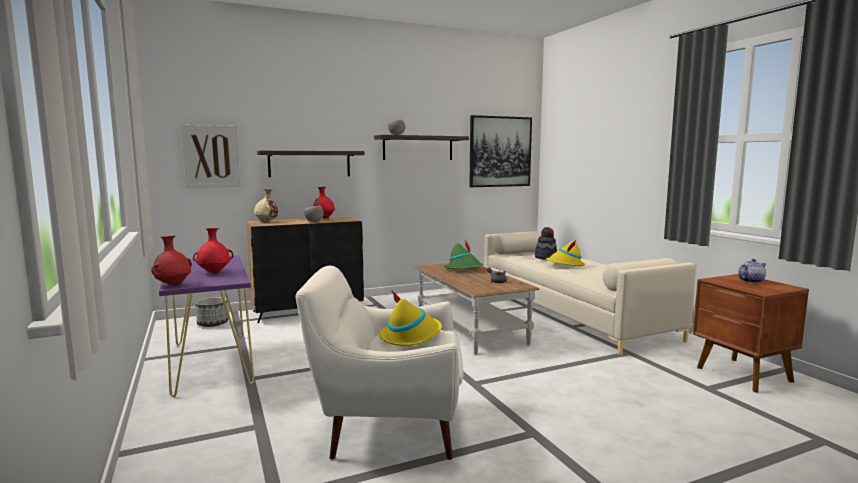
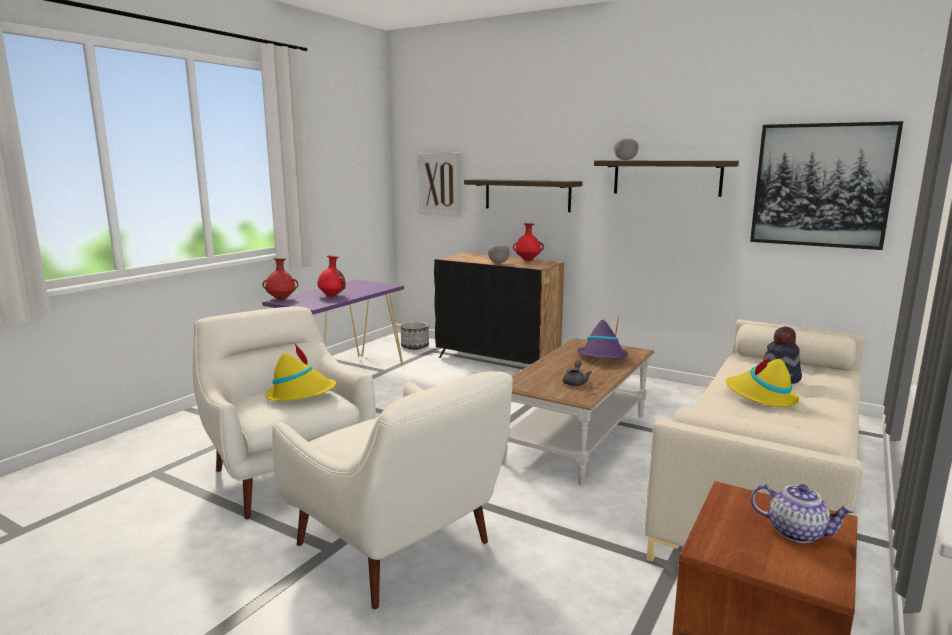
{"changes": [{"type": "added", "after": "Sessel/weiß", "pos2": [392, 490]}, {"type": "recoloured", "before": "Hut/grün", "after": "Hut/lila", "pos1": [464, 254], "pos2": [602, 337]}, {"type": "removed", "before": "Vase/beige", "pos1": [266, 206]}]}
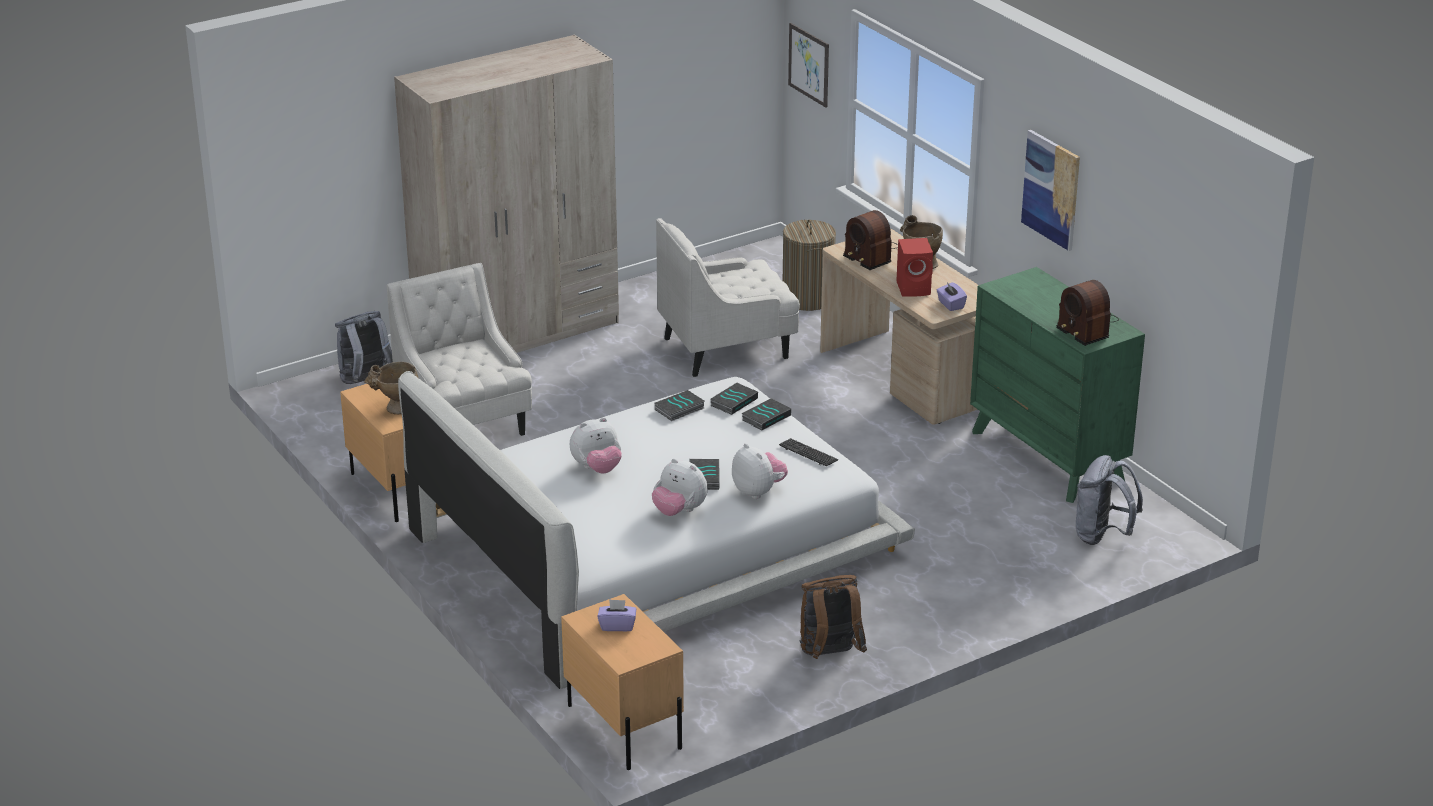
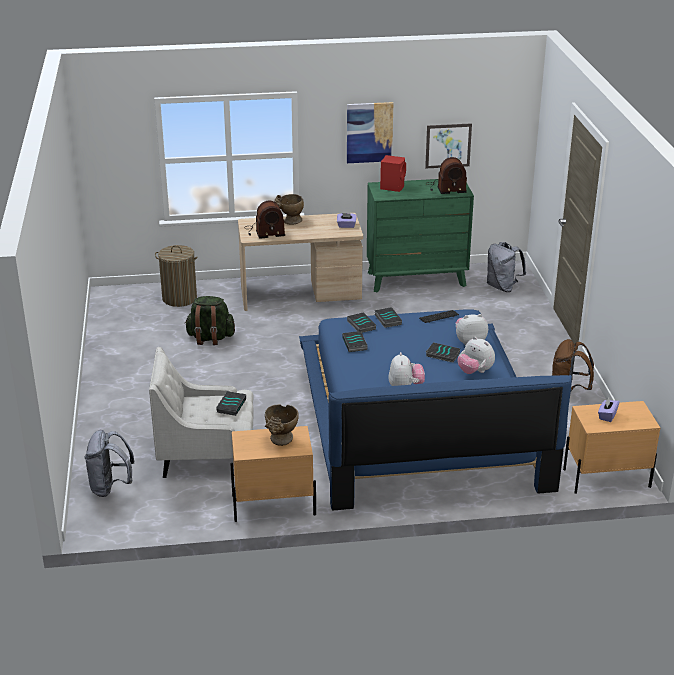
{"changes": [{"type": "replaced", "before": "Sessel/weiß", "after": "Rucksack/grün", "pos1": [728, 297], "pos2": [209, 320]}, {"type": "added", "after": "Buch", "pos2": [231, 403]}, {"type": "recoloured", "before": "Bett/weiß", "after": "Bett/blau", "pos1": [656, 530], "pos2": [435, 410]}, {"type": "moved", "before": "Lautsprecher/rot", "pos1": [914, 267], "pos2": [393, 173]}, {"type": "moved", "before": "Bild", "pos1": [808, 65], "pos2": [448, 145]}, {"type": "turned", "before": "Plüschtier", "pos1": [679, 487], "pos2": [476, 355], "turn": 75}, {"type": "removed", "before": "Kleiderschrank/beige", "pos1": [506, 194]}]}
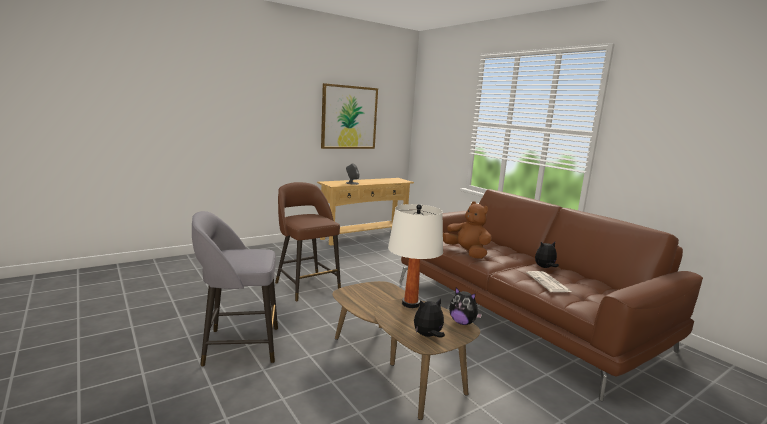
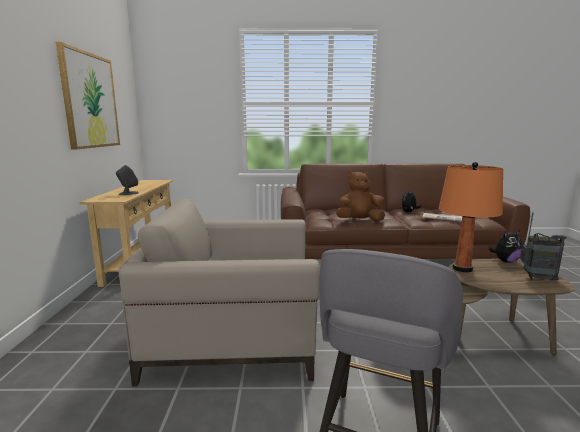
{"changes": [{"type": "replaced", "before": "Hocker/braun", "after": "Sessel/beige", "pos1": [308, 241], "pos2": [219, 293]}, {"type": "recoloured", "before": "Tischlampe/weiß", "after": "Tischlampe/orange", "pos1": [415, 256], "pos2": [471, 217]}, {"type": "replaced", "before": "Plüschtier", "after": "Radio", "pos1": [429, 318], "pos2": [543, 246]}]}
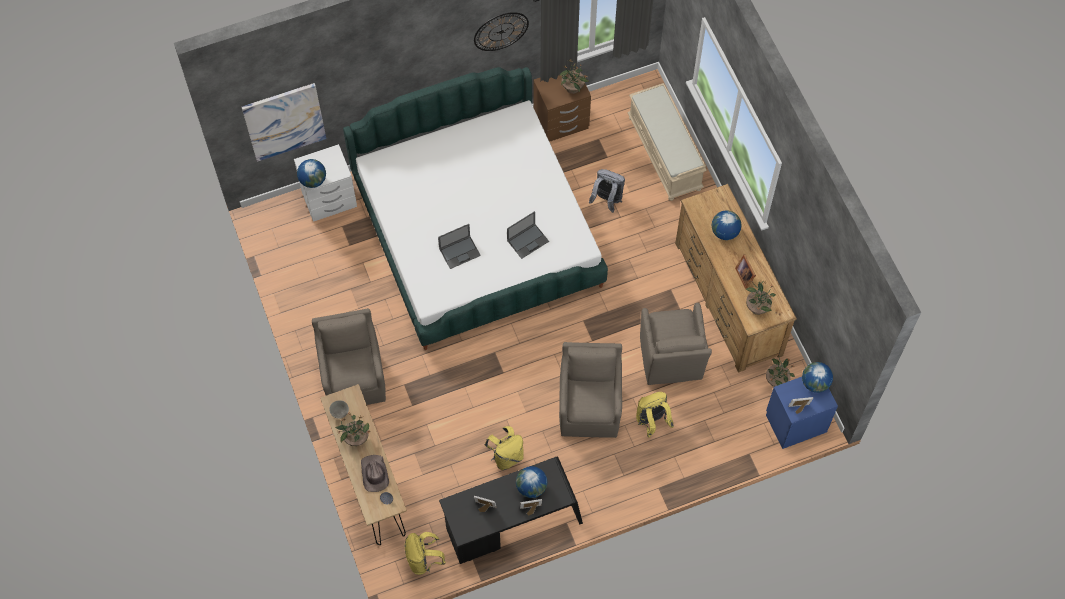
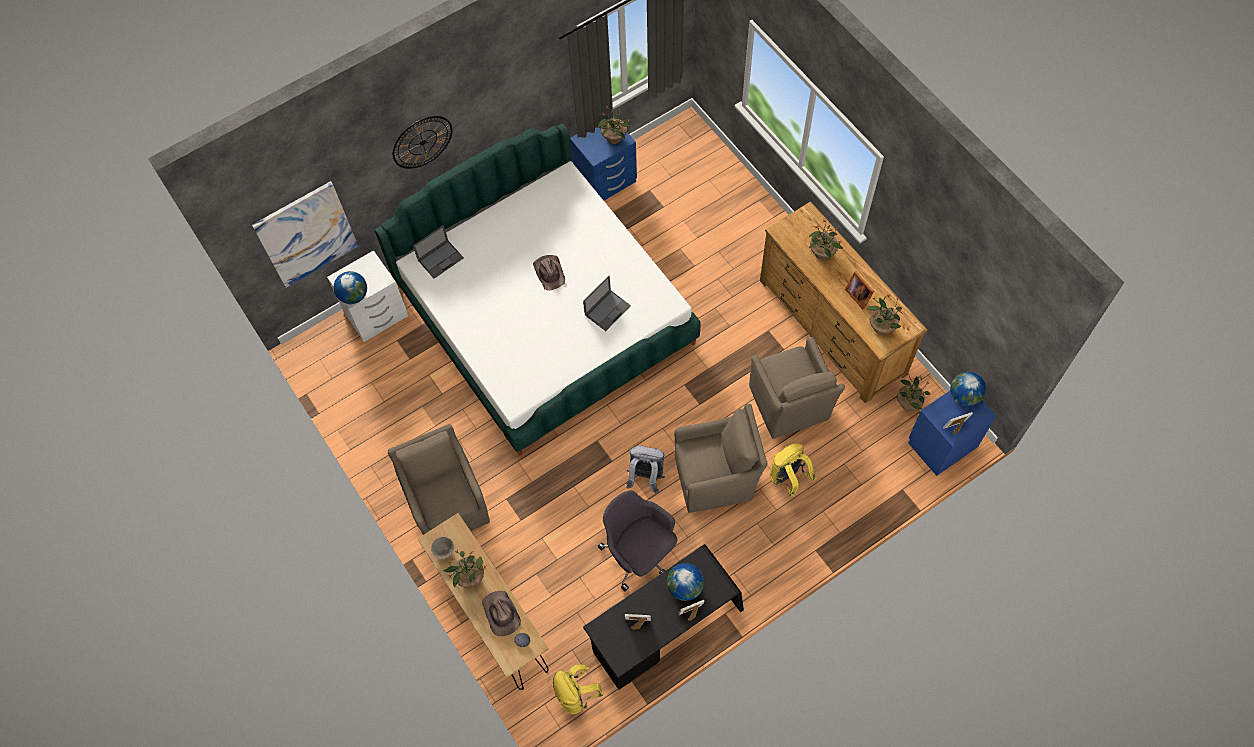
{"changes": [{"type": "moved", "before": "Wanduhr", "pos1": [501, 31], "pos2": [423, 142]}, {"type": "moved", "before": "Laptop", "pos1": [459, 246], "pos2": [438, 252]}, {"type": "added", "after": "Hut/braun", "pos2": [549, 272]}, {"type": "recoloured", "before": "Nachttisch/braun", "after": "Nachttisch/blau", "pos1": [562, 105], "pos2": [603, 158]}, {"type": "replaced", "before": "Rucksack/gelb", "after": "Bürostuhl/grau", "pos1": [504, 448], "pos2": [638, 540]}, {"type": "moved", "before": "Rucksack/grau", "pos1": [607, 191], "pos2": [645, 469]}, {"type": "turned", "before": "Sessel/braun", "pos1": [590, 390], "pos2": [721, 458], "turn": 90}, {"type": "replaced", "before": "Globus", "after": "Topfpflanze", "pos1": [727, 225], "pos2": [826, 239]}, {"type": "removed", "before": "Bank/beige", "pos1": [667, 142]}]}
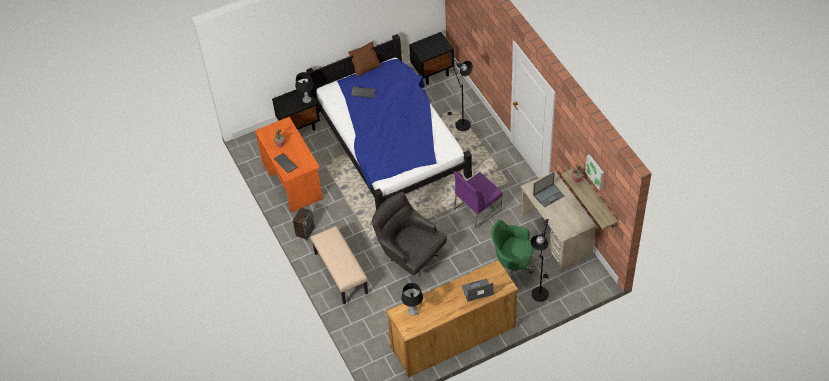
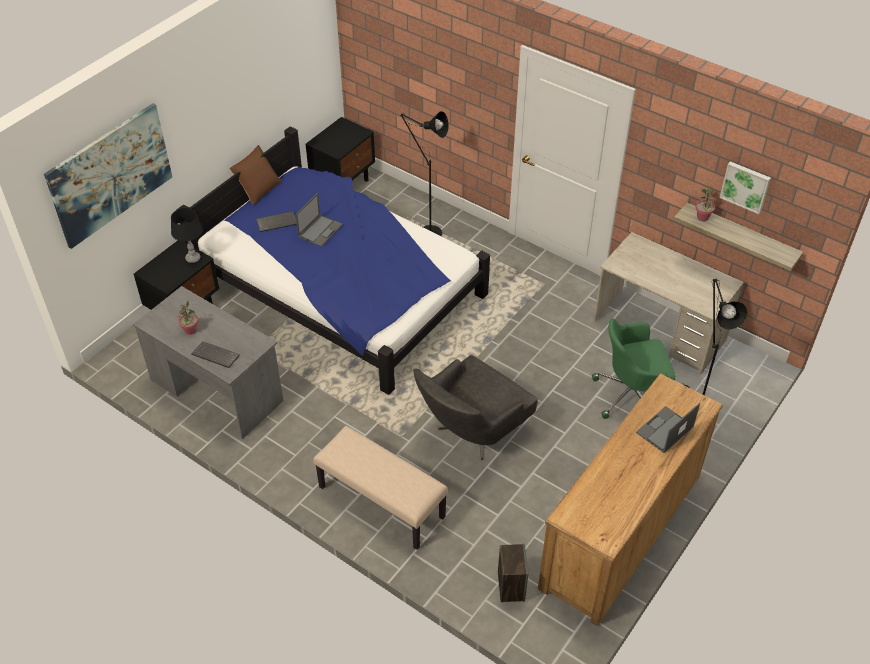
{"changes": [{"type": "added", "after": "Bild", "pos2": [108, 176]}, {"type": "recoloured", "before": "Schreibtisch/orange", "after": "Schreibtisch/grau", "pos1": [288, 164], "pos2": [208, 362]}, {"type": "moved", "before": "Laptop", "pos1": [549, 190], "pos2": [319, 220]}, {"type": "turned", "before": "Sessel/grau", "pos1": [409, 235], "pos2": [475, 407], "turn": -60}, {"type": "moved", "before": "Lautsprecher", "pos1": [304, 223], "pos2": [513, 573]}, {"type": "removed", "before": "Tischlampe/schwarz", "pos1": [412, 299]}, {"type": "removed", "before": "Stuhl/lila", "pos1": [478, 200]}]}
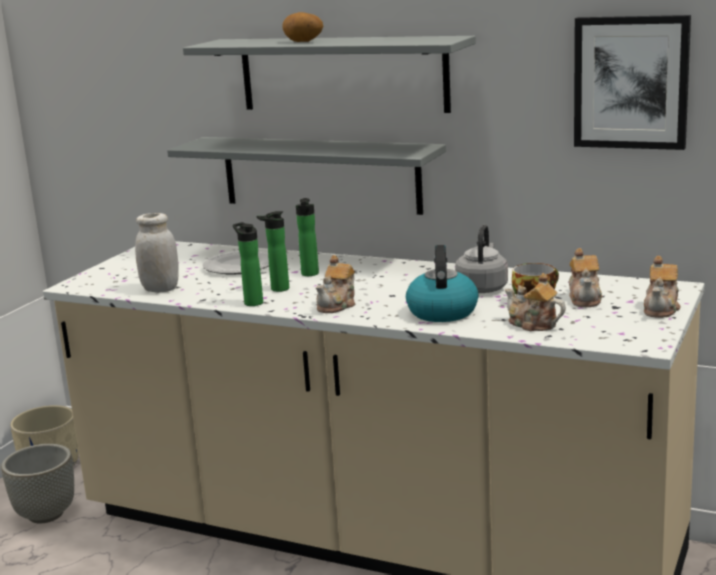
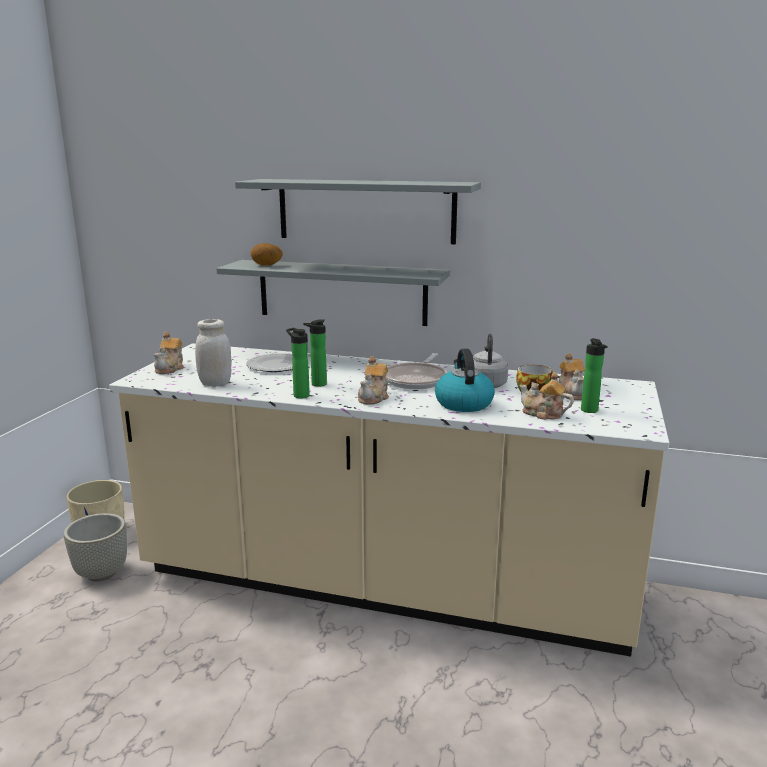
{"changes": [{"type": "moved", "before": "Teekanne", "pos1": [662, 287], "pos2": [169, 353]}, {"type": "moved", "before": "Kartoffel", "pos1": [302, 27], "pos2": [267, 254]}, {"type": "added", "after": "Pfanne", "pos2": [416, 371]}, {"type": "moved", "before": "Flasche", "pos1": [307, 237], "pos2": [594, 375]}, {"type": "removed", "before": "Bild", "pos1": [632, 82]}]}
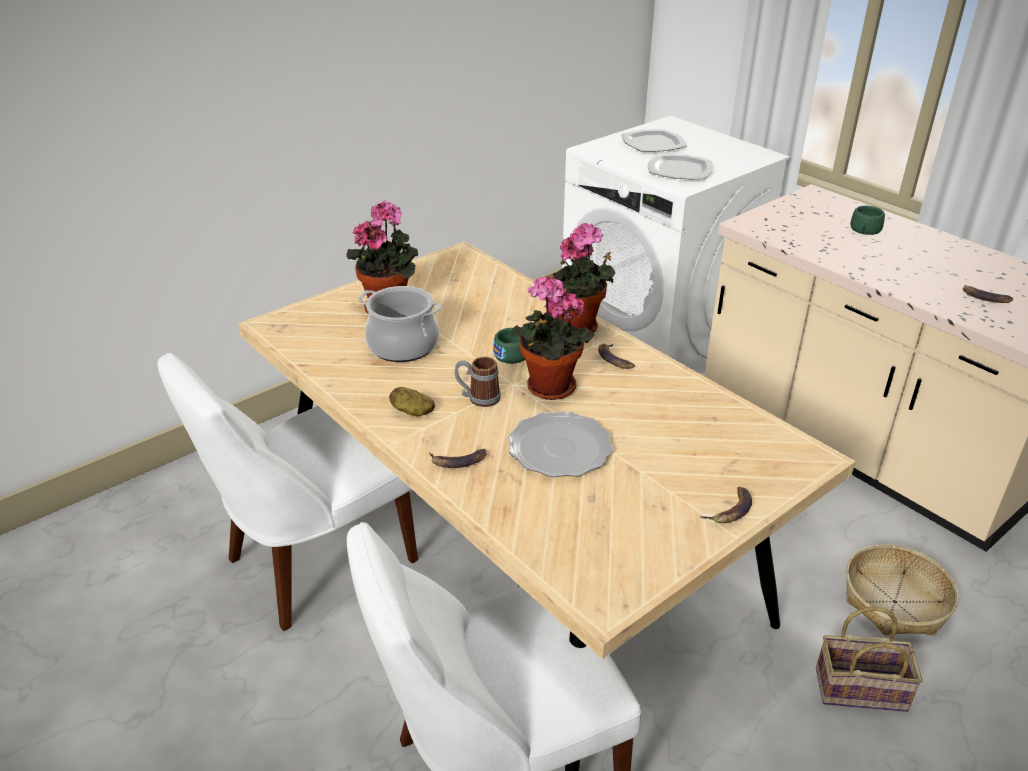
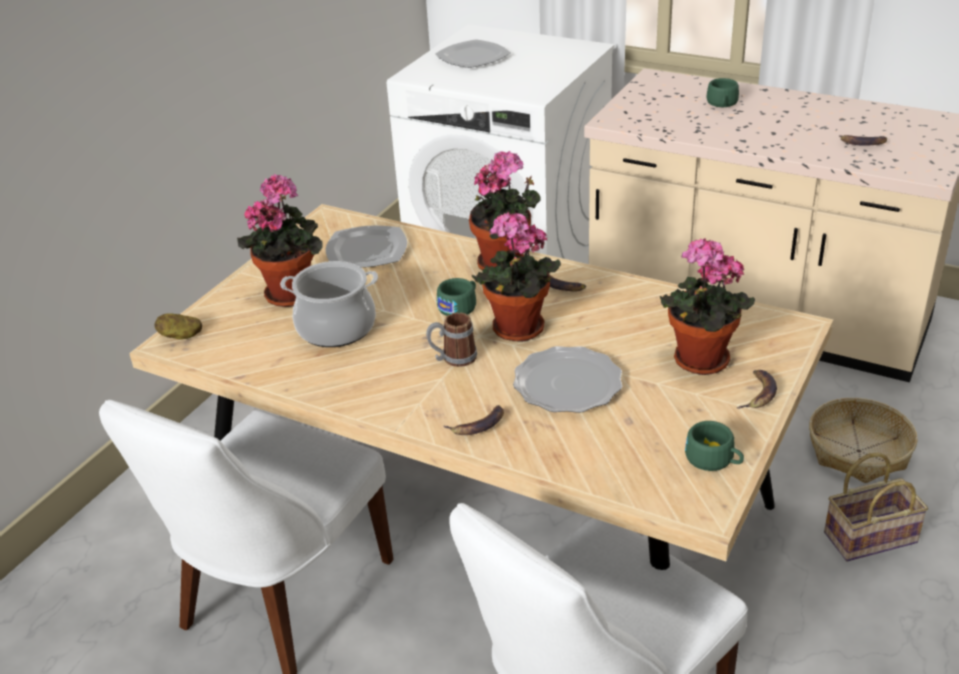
{"changes": [{"type": "moved", "before": "Kartoffel", "pos1": [412, 401], "pos2": [178, 326]}, {"type": "moved", "before": "Teller", "pos1": [681, 167], "pos2": [366, 247]}, {"type": "added", "after": "Topfpflanze", "pos2": [707, 306]}, {"type": "added", "after": "Tasse/grün", "pos2": [714, 446]}]}
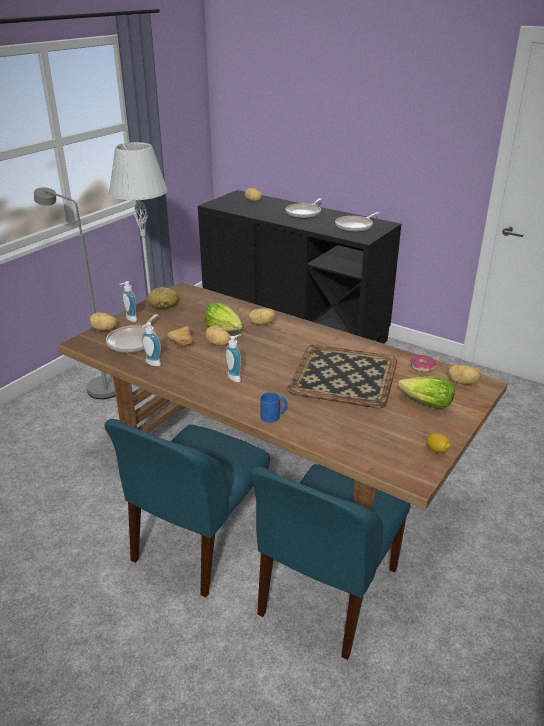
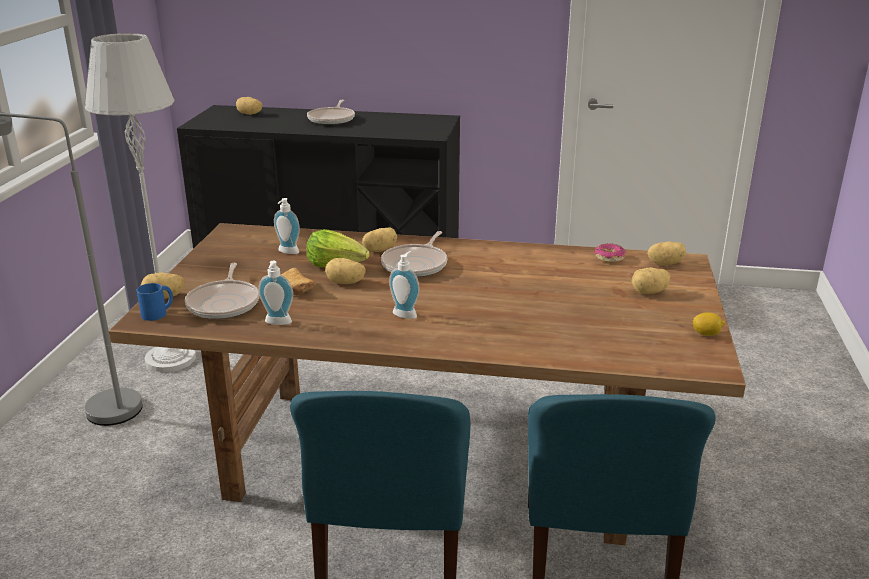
{"changes": [{"type": "moved", "before": "Henkelbecher/blau", "pos1": [273, 407], "pos2": [155, 302]}, {"type": "moved", "before": "Seifenspender", "pos1": [128, 301], "pos2": [287, 226]}, {"type": "moved", "before": "Pfanne", "pos1": [357, 222], "pos2": [414, 254]}, {"type": "replaced", "before": "Salatkopf", "after": "Kartoffel", "pos1": [426, 392], "pos2": [651, 280]}, {"type": "removed", "before": "Brot", "pos1": [163, 298]}, {"type": "removed", "before": "Tablett", "pos1": [342, 376]}]}
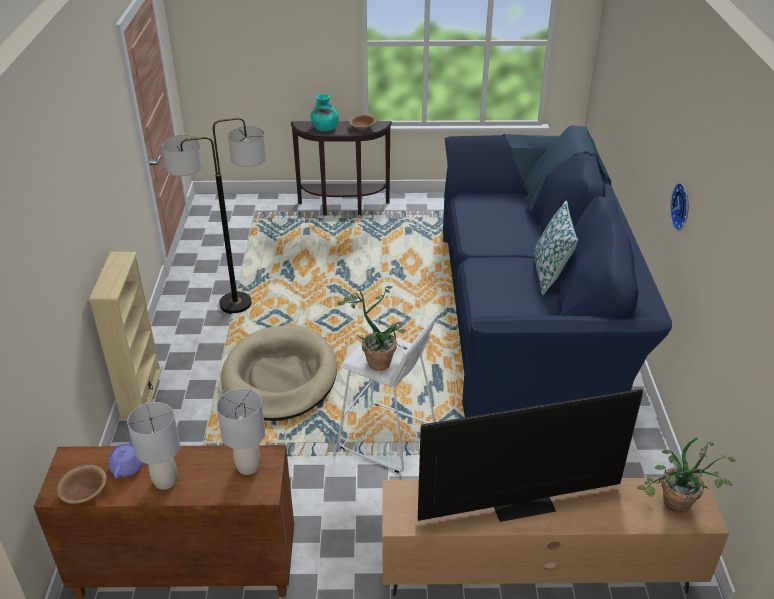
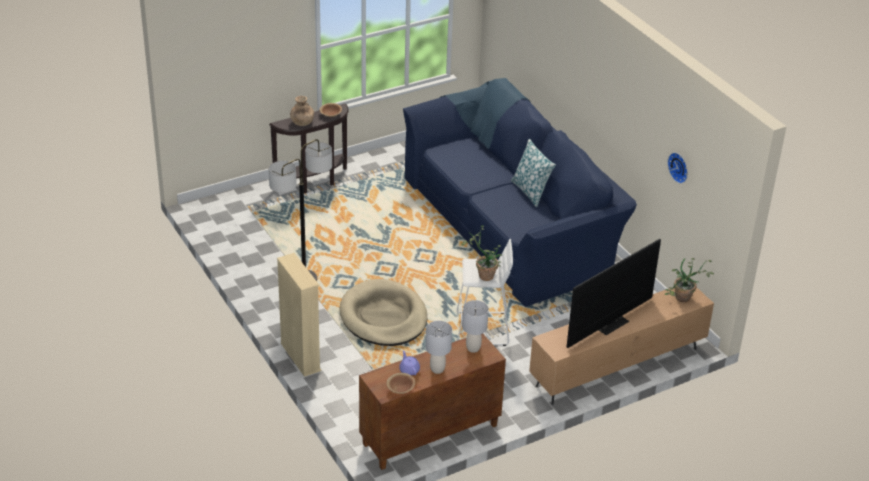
{"changes": [{"type": "recoloured", "before": "Vase/türkis", "after": "Vase/braun", "pos1": [324, 112], "pos2": [302, 111]}, {"type": "moved", "before": "Wanduhr", "pos1": [679, 207], "pos2": [678, 168]}]}
